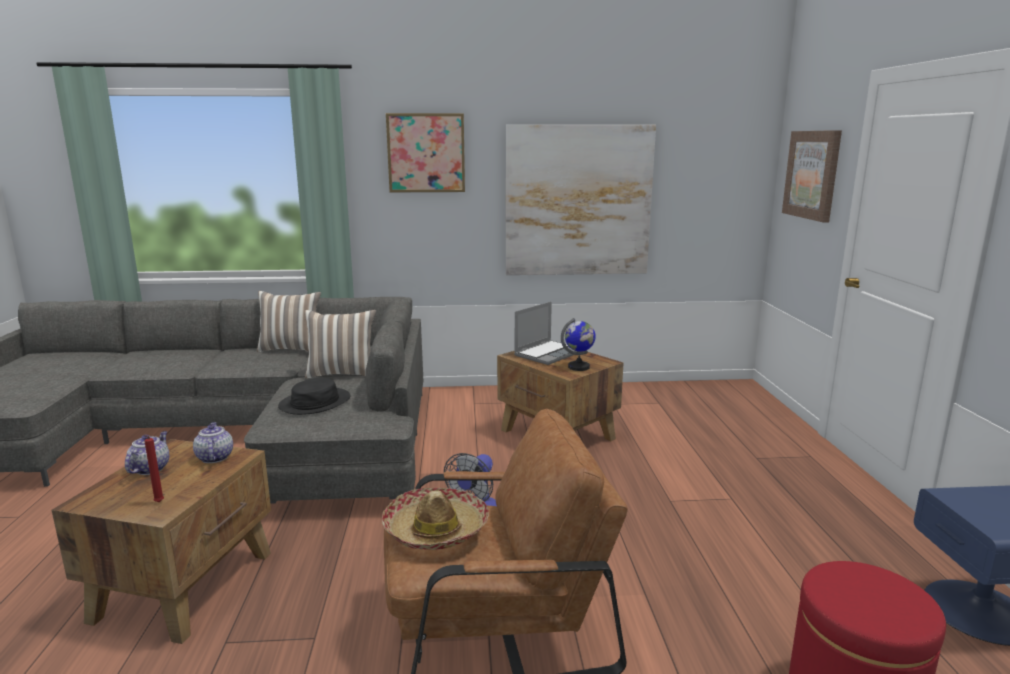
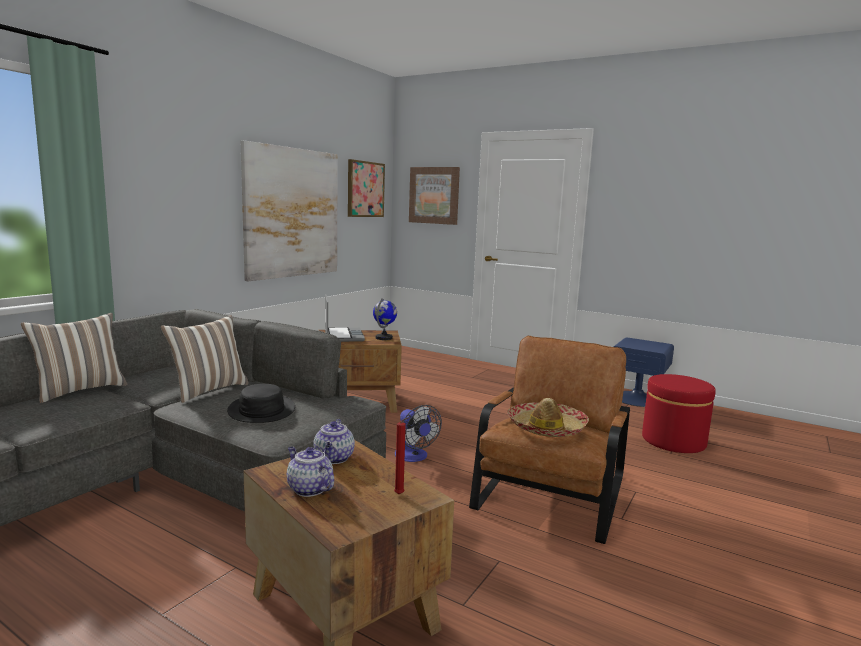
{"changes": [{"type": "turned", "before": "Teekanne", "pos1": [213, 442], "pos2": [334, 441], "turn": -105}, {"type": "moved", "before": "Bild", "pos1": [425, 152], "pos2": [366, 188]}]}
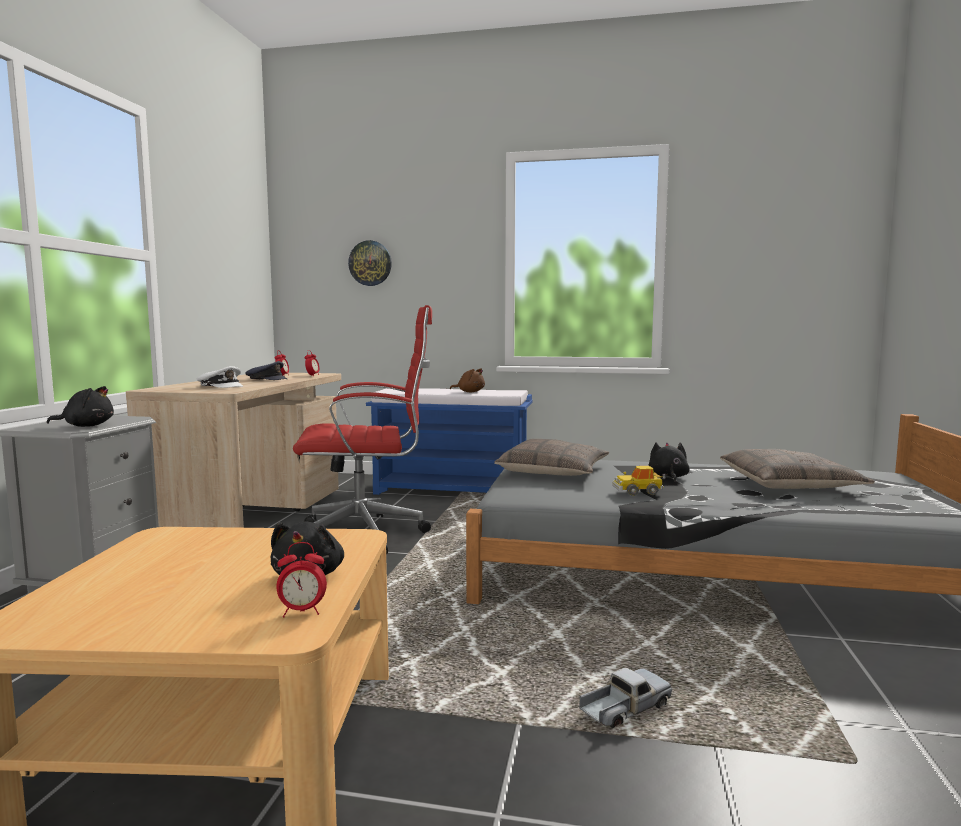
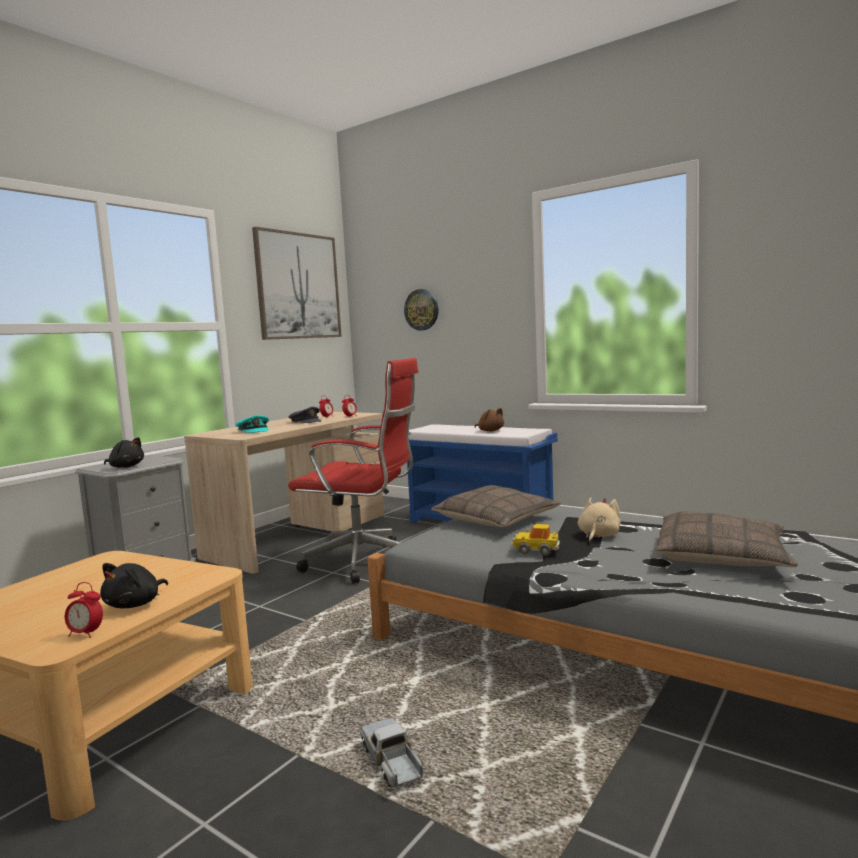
{"changes": [{"type": "recoloured", "before": "Kappe/weiß", "after": "Kappe/türkis", "pos1": [220, 377], "pos2": [252, 424]}, {"type": "added", "after": "Bild", "pos2": [297, 283]}, {"type": "turned", "before": "Spielzeuglaster", "pos1": [625, 698], "pos2": [391, 753], "turn": -105}, {"type": "recoloured", "before": "Plüschtier/schwarz", "after": "Plüschtier/beige", "pos1": [669, 462], "pos2": [599, 519]}]}
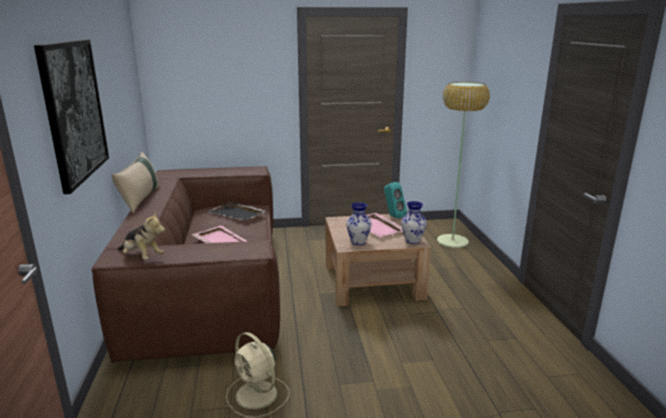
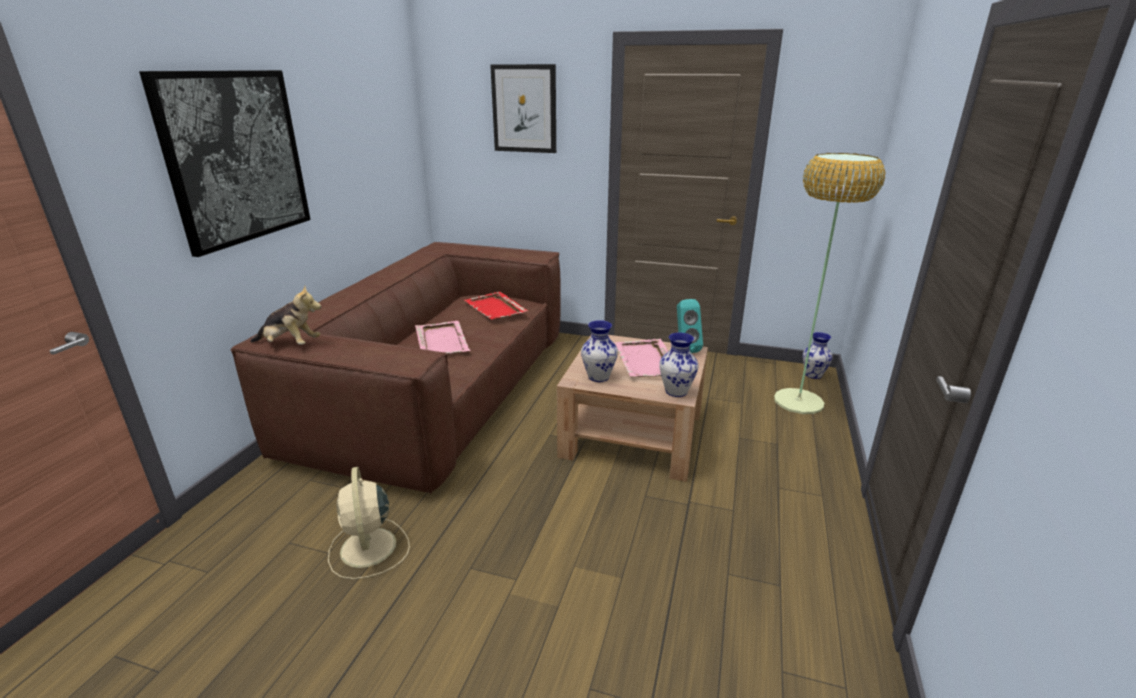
{"changes": [{"type": "turned", "before": "Plüschtier", "pos1": [141, 236], "pos2": [285, 315], "turn": -45}, {"type": "recoloured", "before": "Tablett/schwarz", "after": "Tablett/rot", "pos1": [237, 211], "pos2": [496, 305]}, {"type": "added", "after": "Bild", "pos2": [523, 108]}, {"type": "added", "after": "Vase", "pos2": [818, 355]}, {"type": "removed", "before": "Kissen/beige", "pos1": [136, 182]}]}
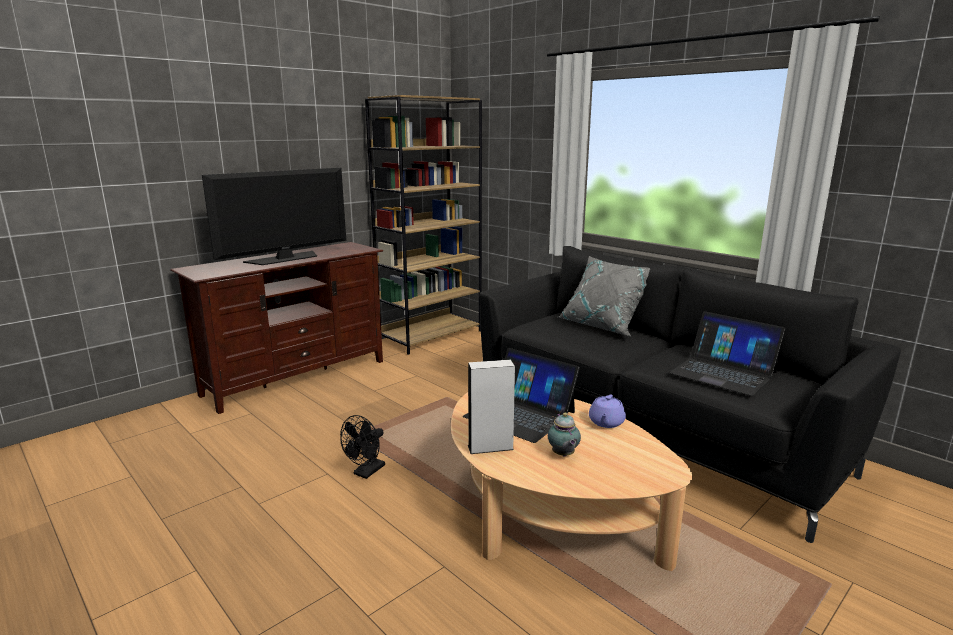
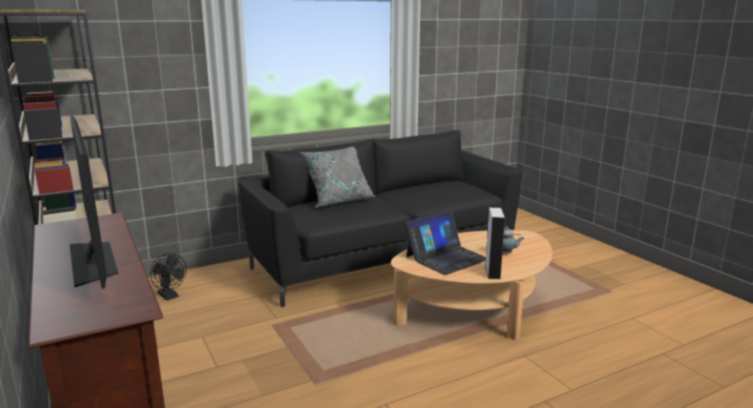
{"changes": [{"type": "moved", "before": "Ventilator/schwarz", "pos1": [362, 447], "pos2": [168, 276]}, {"type": "removed", "before": "Teekanne/lila", "pos1": [607, 411]}, {"type": "removed", "before": "Laptop", "pos1": [727, 353]}]}
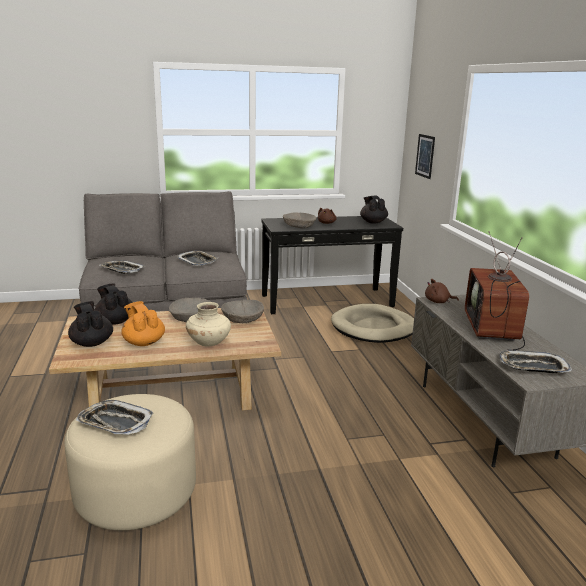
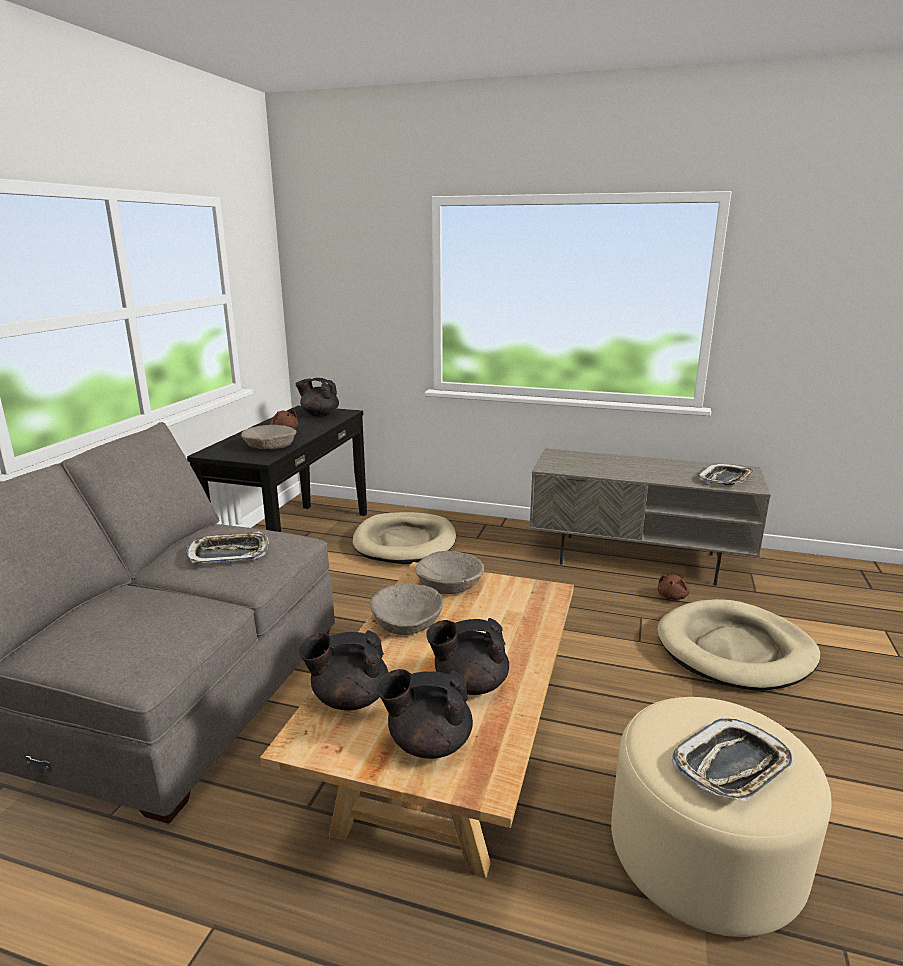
{"changes": [{"type": "recoloured", "before": "Teekanne/orange", "after": "Teekanne/schwarz", "pos1": [143, 323], "pos2": [467, 656]}, {"type": "added", "after": "Hundebett/beige", "pos2": [738, 644]}, {"type": "moved", "before": "Plüschtier/braun", "pos1": [442, 291], "pos2": [674, 587]}, {"type": "removed", "before": "Tablett", "pos1": [122, 267]}, {"type": "removed", "before": "Vase/beige", "pos1": [208, 324]}, {"type": "removed", "before": "Bild", "pos1": [425, 156]}, {"type": "removed", "before": "Fernseher", "pos1": [497, 290]}]}
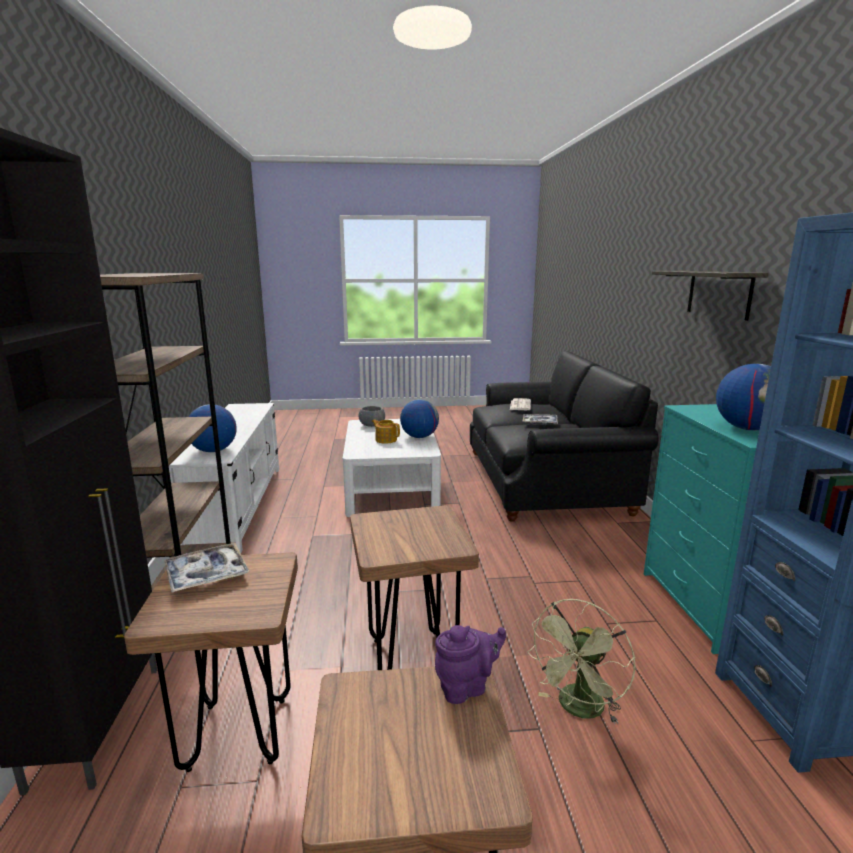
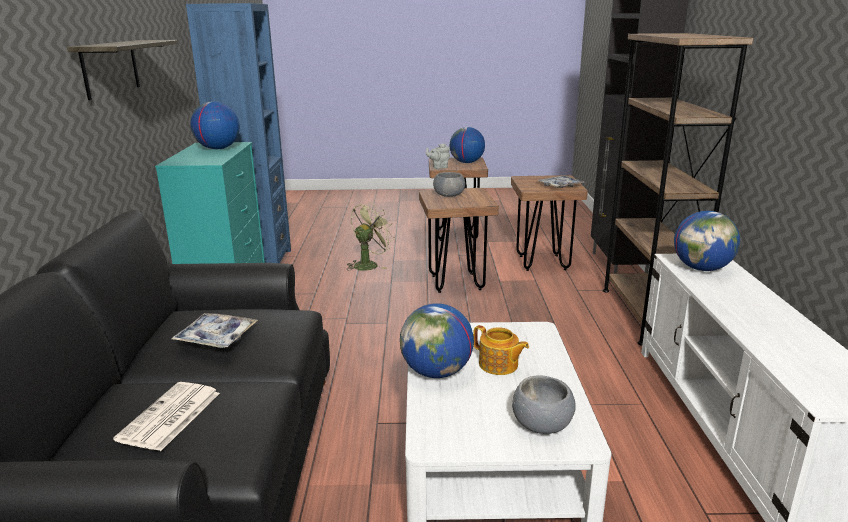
{"changes": [{"type": "recoloured", "before": "Teekanne/lila", "after": "Teekanne/grau", "pos1": [470, 664], "pos2": [438, 156]}, {"type": "added", "after": "Schüssel/grau", "pos2": [449, 184]}, {"type": "added", "after": "Globus", "pos2": [467, 145]}]}
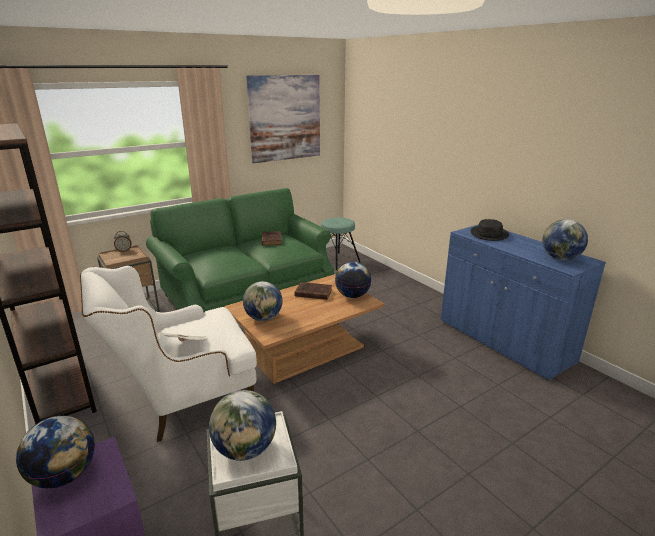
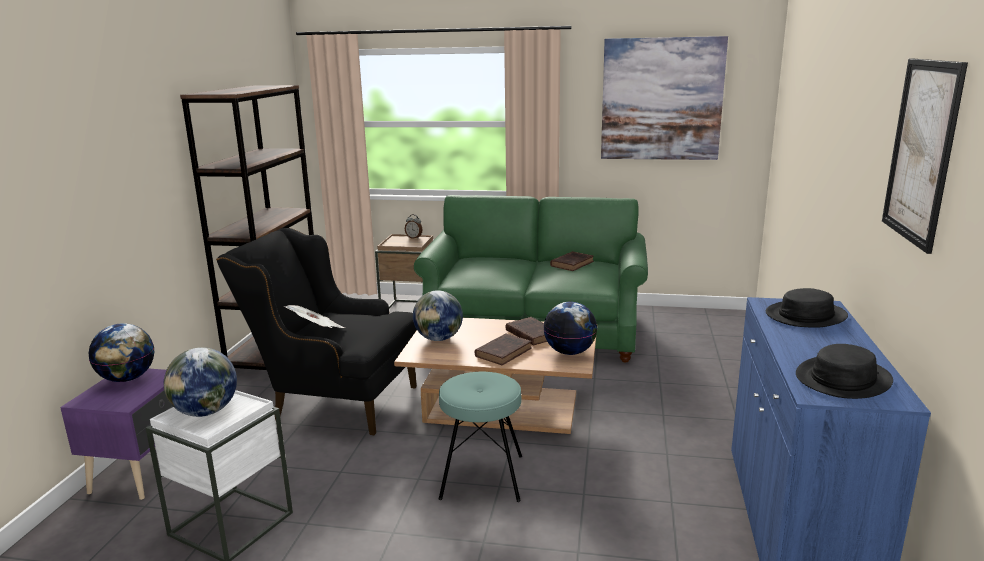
{"changes": [{"type": "recoloured", "before": "Sessel/weiß", "after": "Sessel/schwarz", "pos1": [168, 354], "pos2": [316, 331]}, {"type": "moved", "before": "Hocker/türkis", "pos1": [340, 244], "pos2": [480, 437]}, {"type": "added", "after": "Buch/braun", "pos2": [503, 349]}, {"type": "replaced", "before": "Globus", "after": "Hut/schwarz", "pos1": [565, 239], "pos2": [844, 371]}, {"type": "added", "after": "Bild", "pos2": [925, 156]}]}
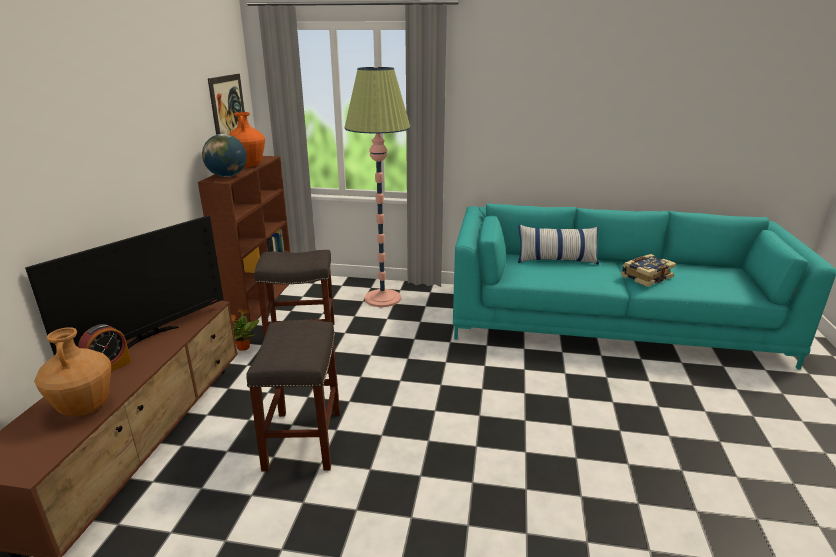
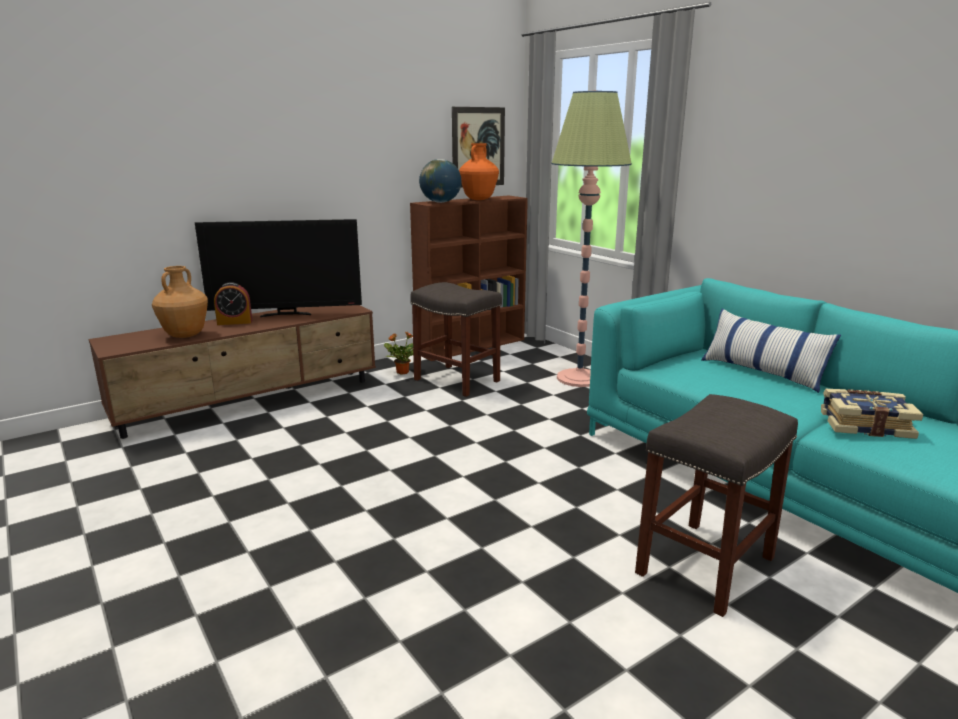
{"changes": [{"type": "moved", "before": "Hocker/grau", "pos1": [293, 396], "pos2": [716, 505]}]}
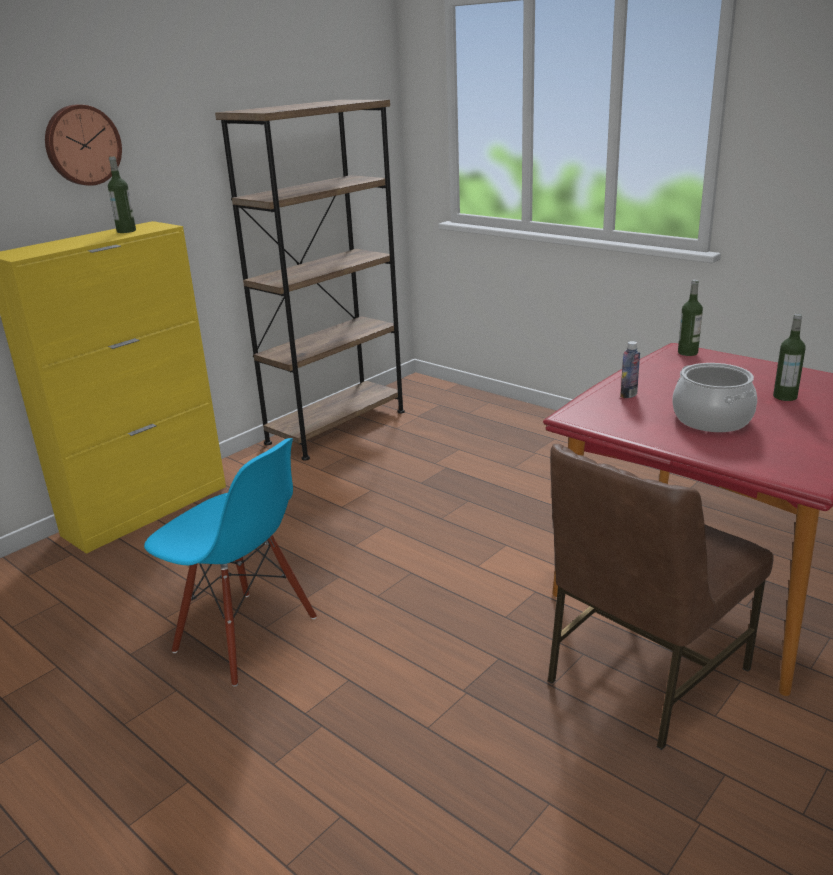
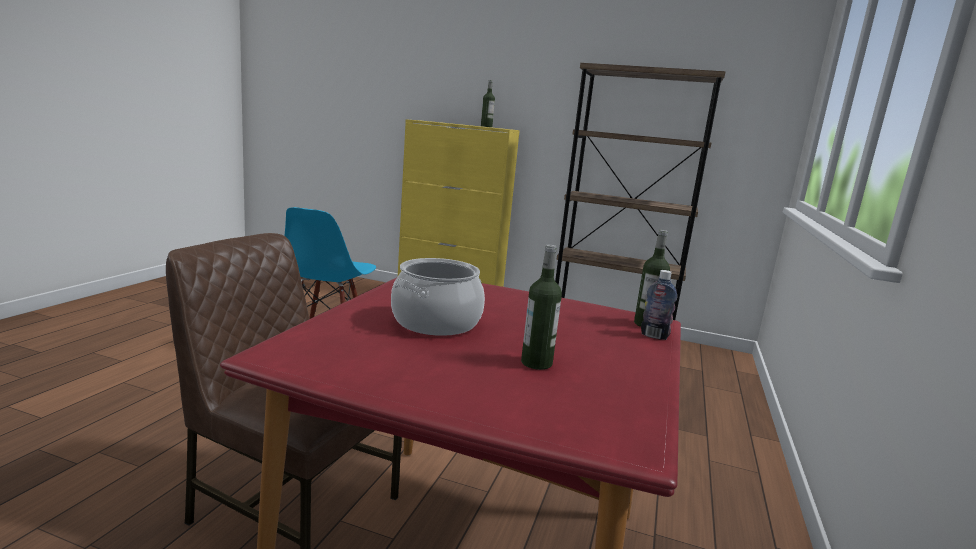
{"changes": [{"type": "moved", "before": "Flasche", "pos1": [630, 369], "pos2": [659, 305]}, {"type": "removed", "before": "Wanduhr", "pos1": [83, 145]}]}
